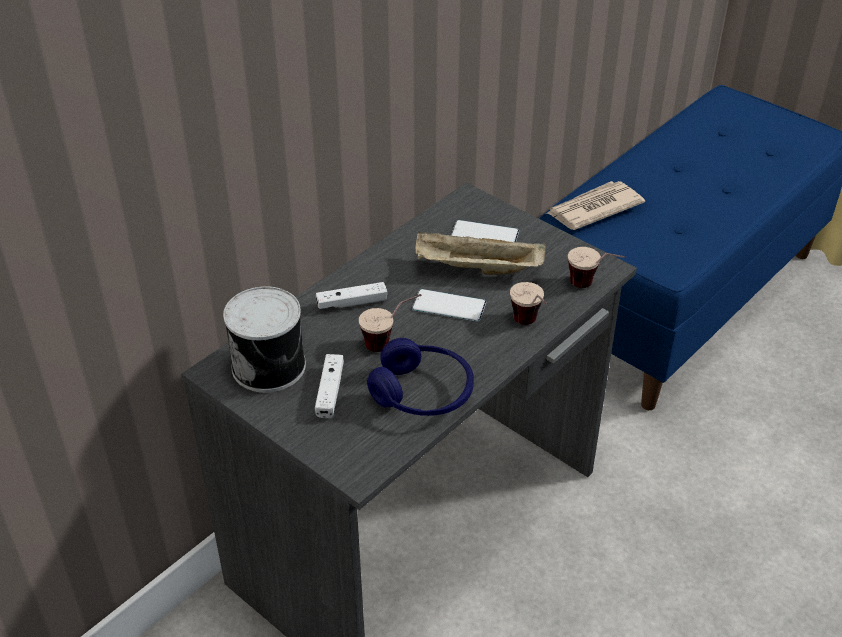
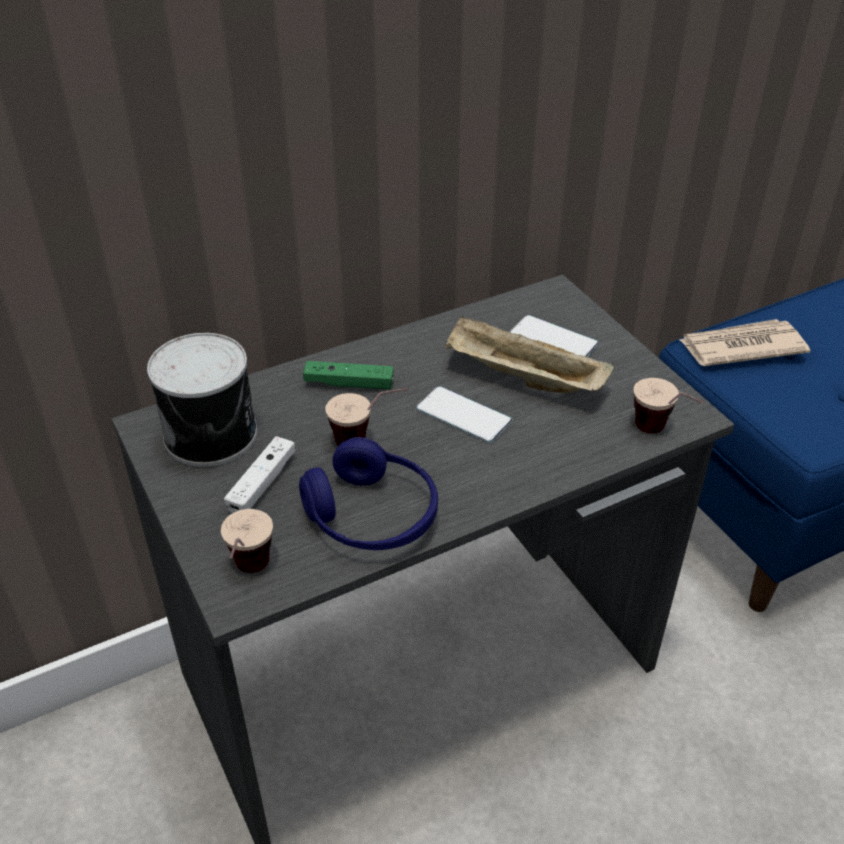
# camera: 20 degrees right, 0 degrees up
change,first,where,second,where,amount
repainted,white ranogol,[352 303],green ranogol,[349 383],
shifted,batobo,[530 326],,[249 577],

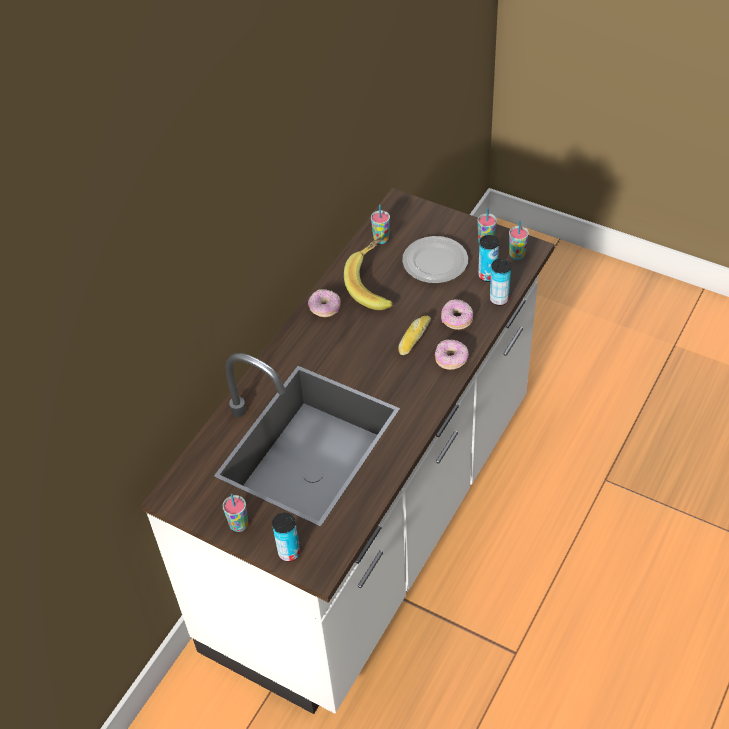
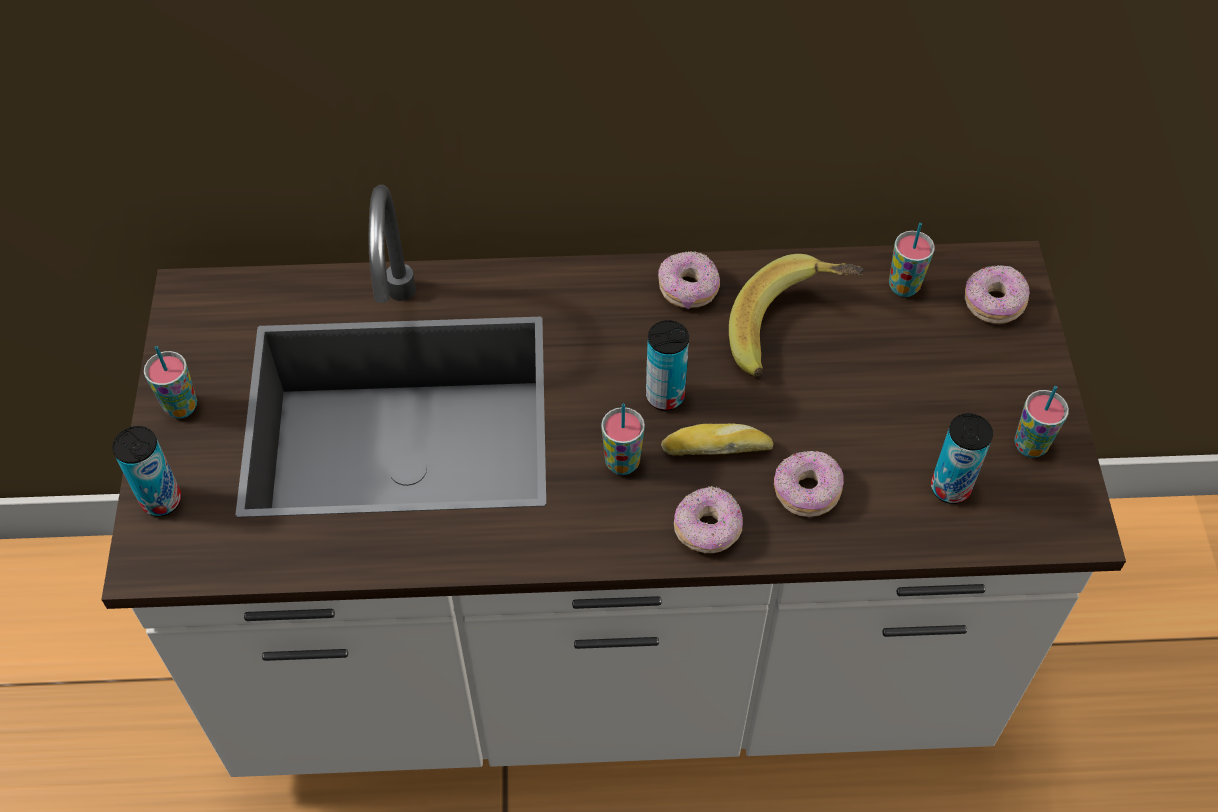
# camera: 55 degrees right, 5 degrees up
change,first,where,second,where,amount
gone,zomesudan,[435 262],,,
shifted,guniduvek,[499 299],,[665 396],
shifted,batobo,[517 255],,[622 463],
new,,,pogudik,[993 303],

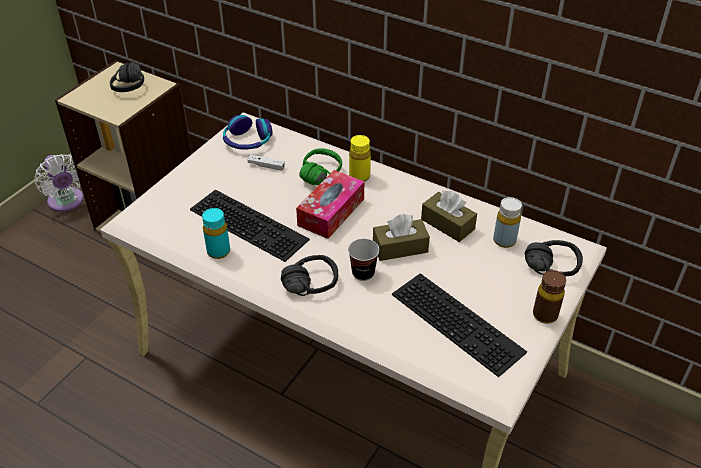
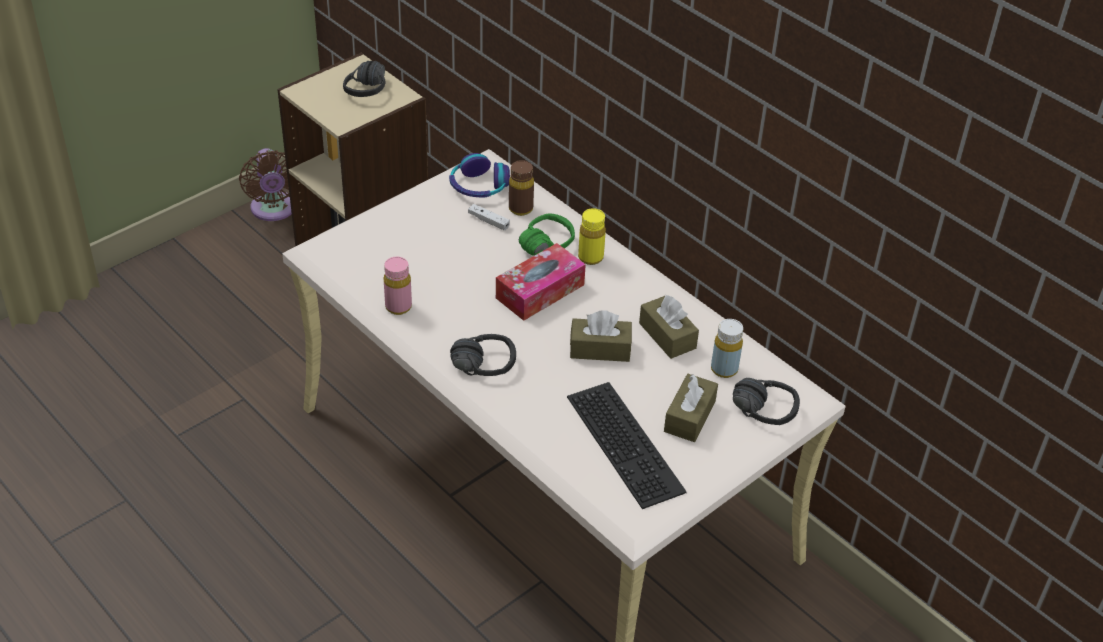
# camera: 15 degrees right, 0 degrees up
change,first,where,second,where,amount
repainted,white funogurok,[67 202],brown funogurok,[273 210],
gone,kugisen,[251 223],,,
repainted,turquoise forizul,[218 251],pink forizul,[398 307],
gone,batobo,[363 273],,,
shifted,brown forizul,[545 315],,[520 209],
new,,,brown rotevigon,[689 416],

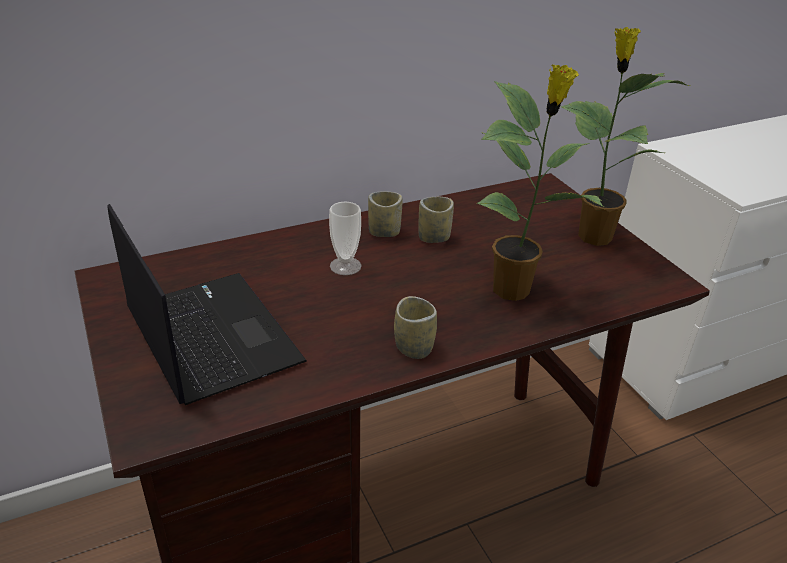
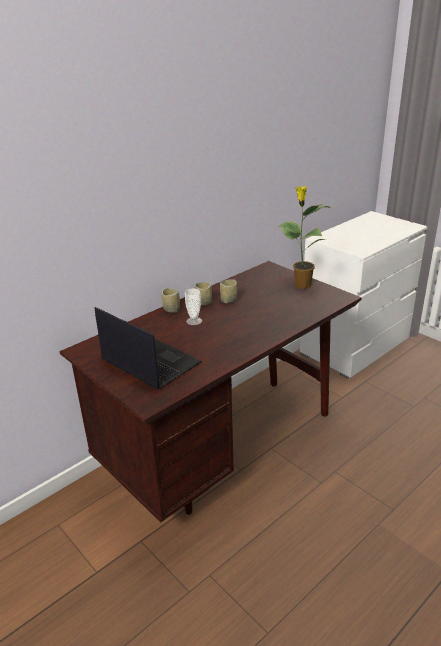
# camera: 15 degrees left, 5 degrees down
change,first,where,second,where,amount
shifted,batobo,[414 347],,[171 309],
gone,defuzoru,[514 290],,,

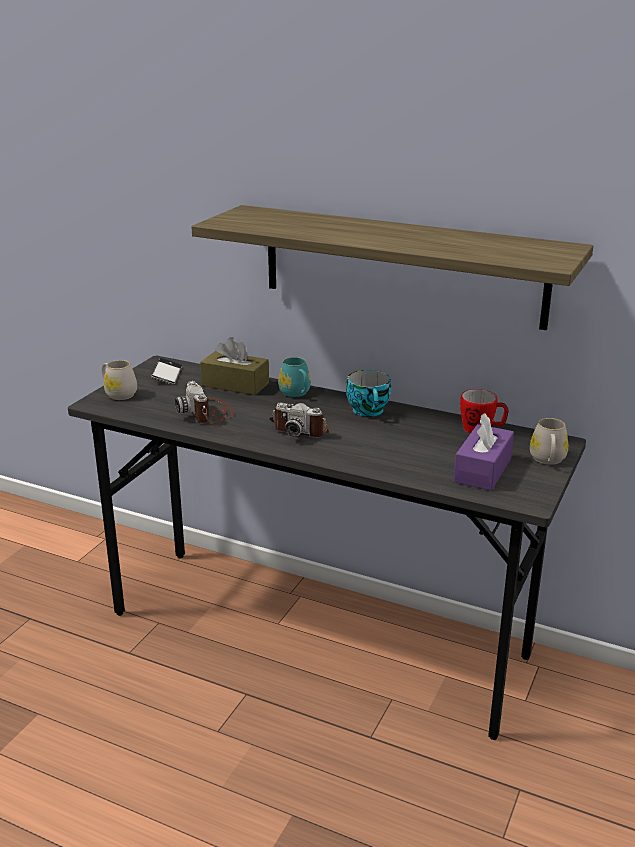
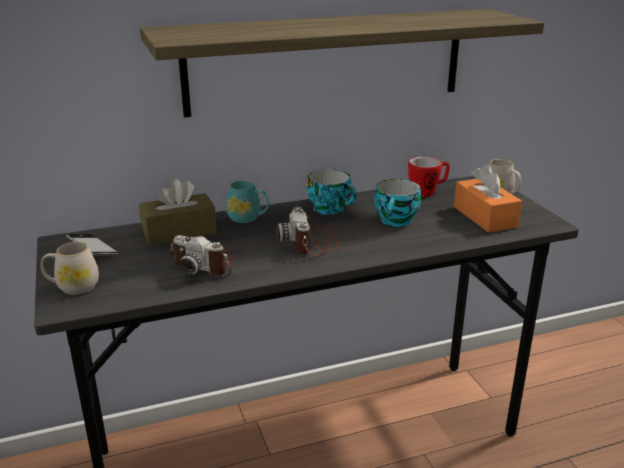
# camera: 45 degrees left, 0 degrees up
change,first,where,second,where,amount
rotated,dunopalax,[301 429],,[311 243],105 degrees clockwise
repainted,purple rotevigon,[482 470],orange rotevigon,[484 216],
new,,,batobo,[396 221],

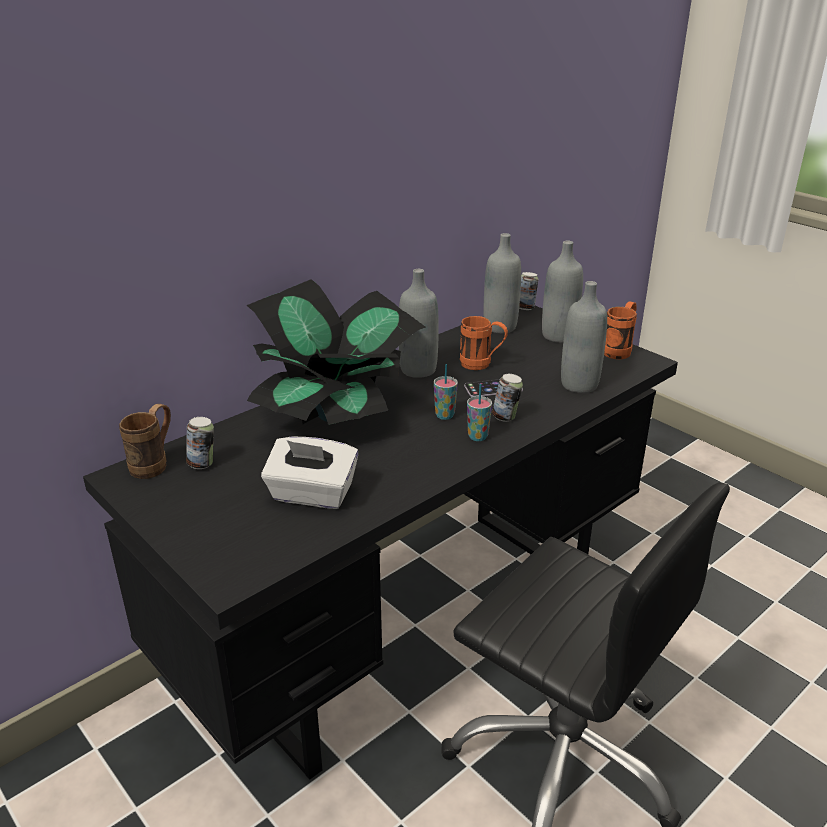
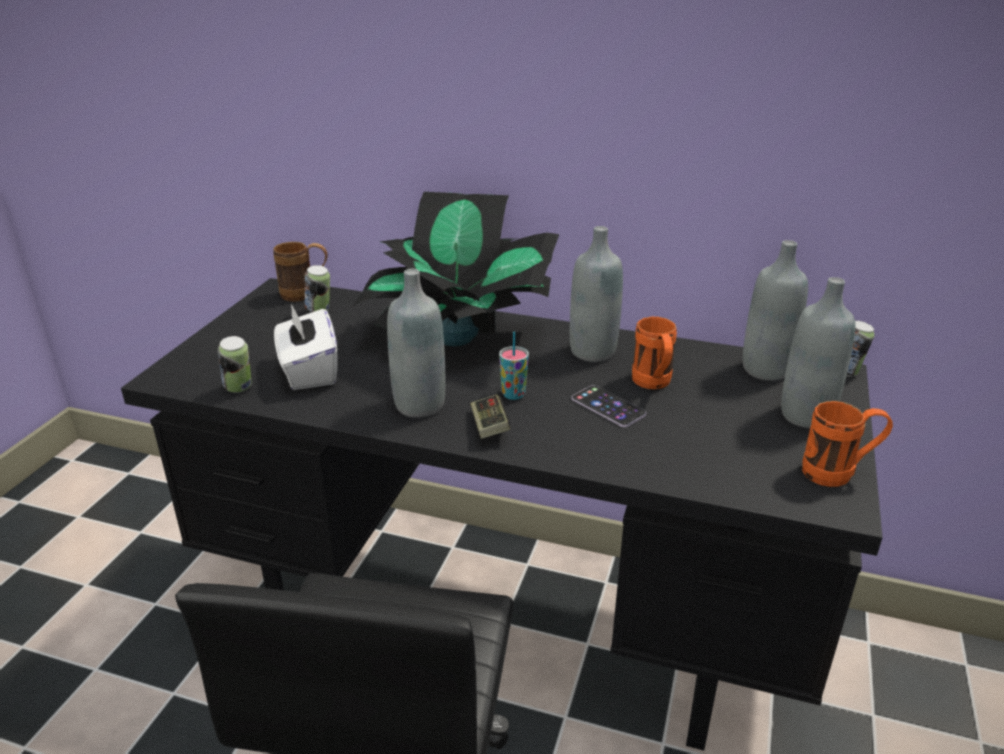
# camera: 60 degrees right, 0 degrees up
change,first,where,second,where,amount
swapped,batobo,[477 437],ranogol,[489 426],
shifted,guniduvek,[505 418],,[239 389],
shifted,grey forizul,[579 384],,[419 405],

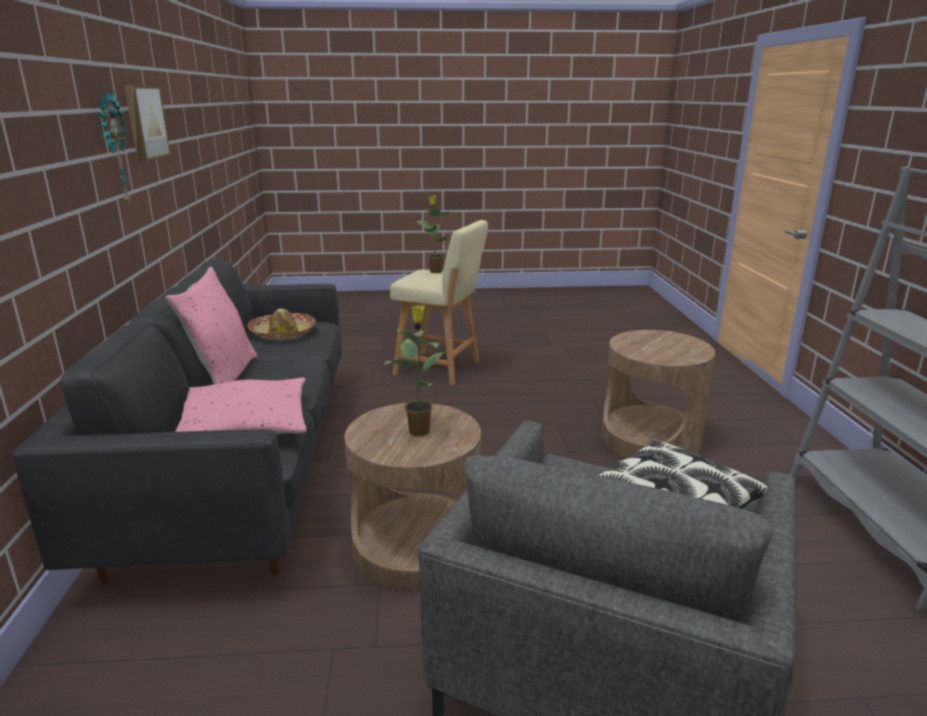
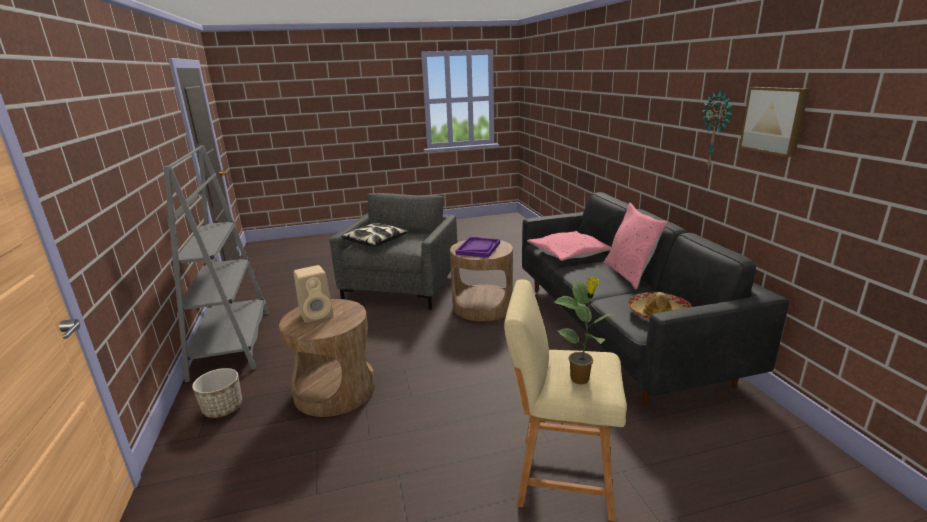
# camera: 170 degrees right, 0 degrees up
change,first,where,second,where,amount
swapped,defuzoru,[419 430],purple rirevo,[478 248],
new,,,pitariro,[223 408],
new,,,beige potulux,[317 314],

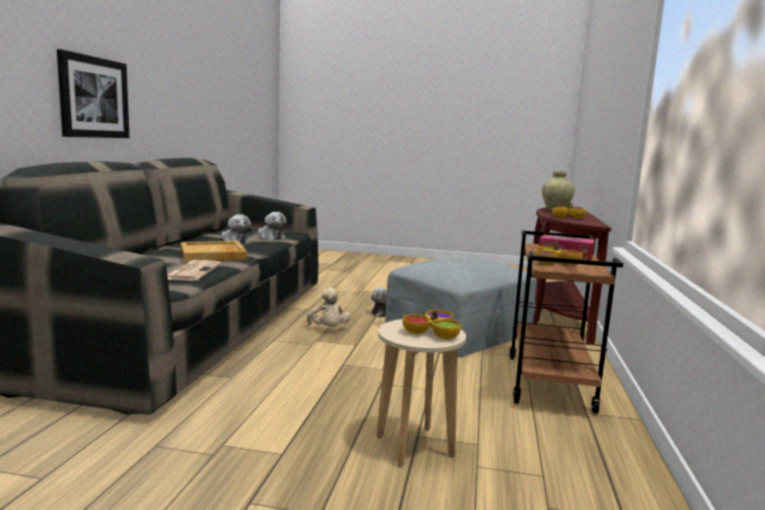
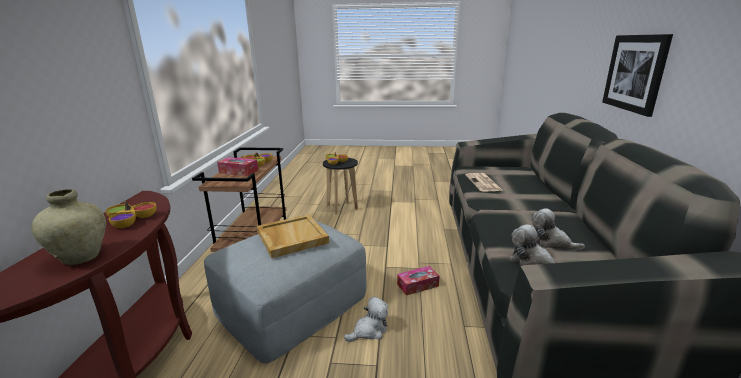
# camera: 175 degrees right, 10 degrees up
change,first,where,second,where,amount
shifted,beige rirevo,[213 254],,[291 237],
swapped,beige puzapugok,[328 329],rotevigon,[417 285],
repainted,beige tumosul,[414 446],black tumosul,[342 208],

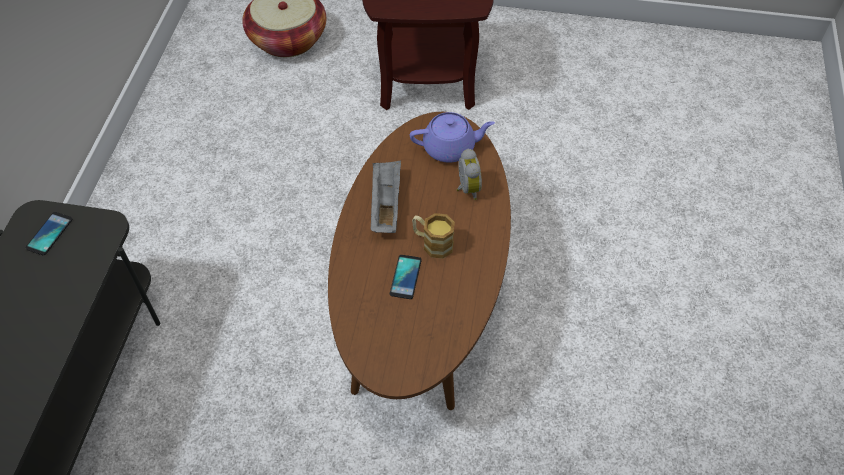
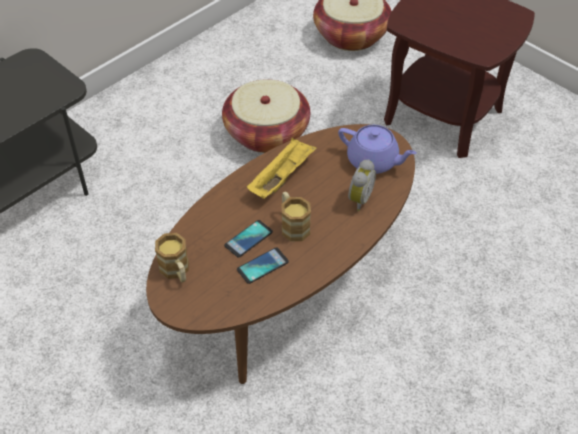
# camera: 35 degrees right, 5 degrees down
change,first,where,second,where,amount
shifted,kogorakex,[49 234],,[262 266],
repainted,grey rirevo,[385 204],yellow rirevo,[281 177],
new,,,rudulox,[176 271],
new,,,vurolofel,[266 133],

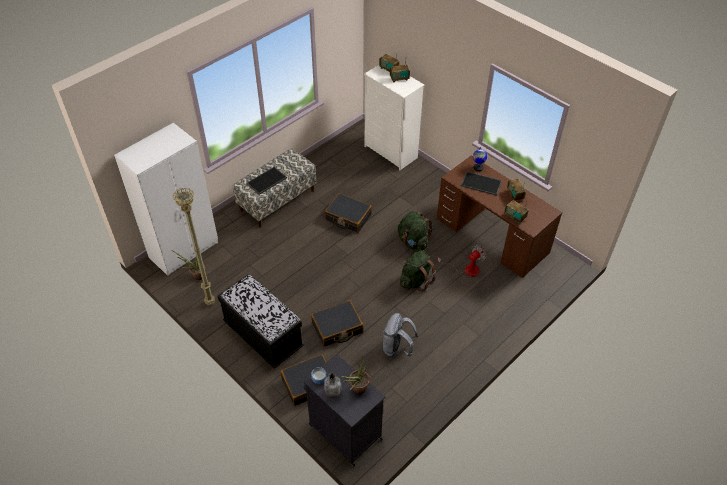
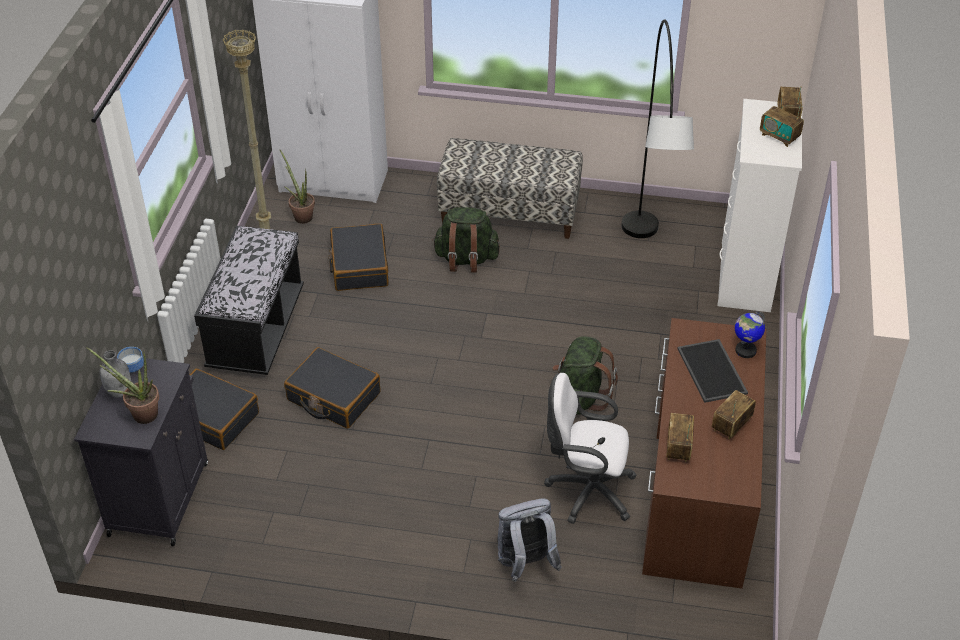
# camera: 55 degrees right, 5 degrees down
change,first,where,second,where,amount
gone,rirevo,[267 181],,,
shifted,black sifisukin,[348 217],,[359 266],
shifted,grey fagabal,[397 348],,[525 564],
shifted,green fagabal,[415 281],,[466 259],
swapped,funogurok,[466 270],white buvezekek,[586 490],
new,,,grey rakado,[644 273],

